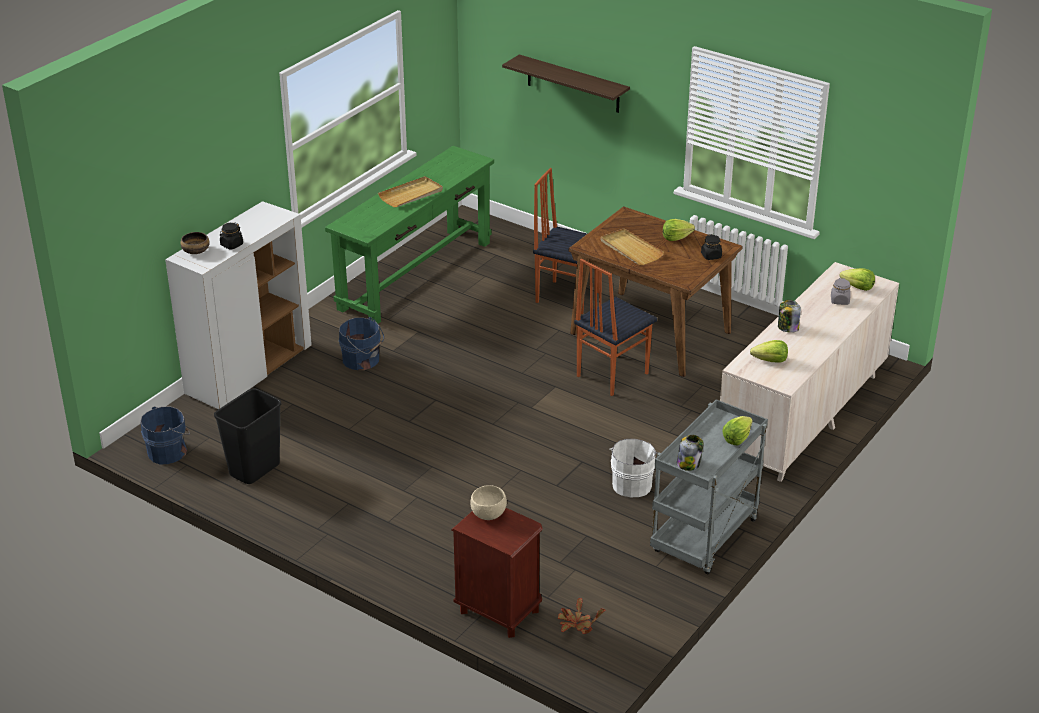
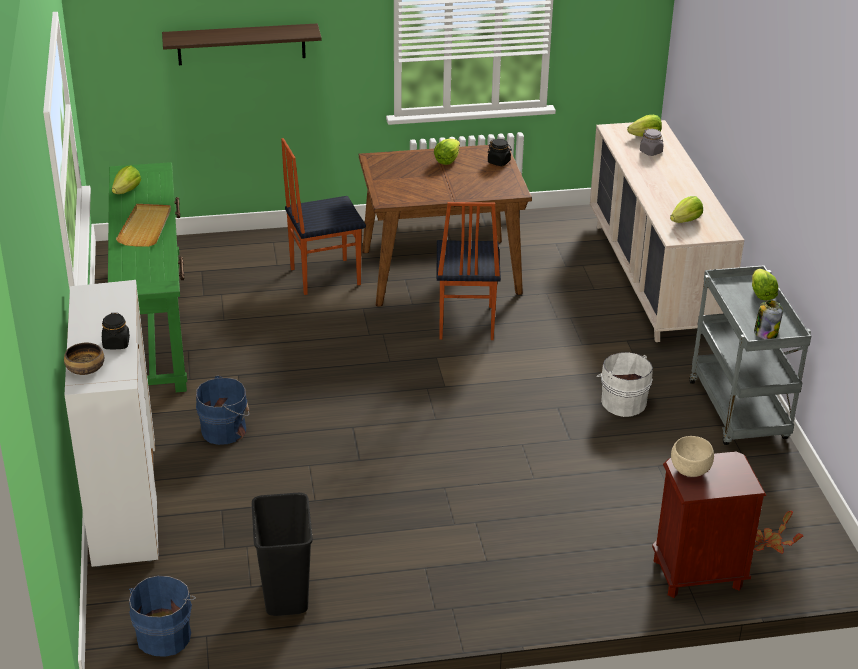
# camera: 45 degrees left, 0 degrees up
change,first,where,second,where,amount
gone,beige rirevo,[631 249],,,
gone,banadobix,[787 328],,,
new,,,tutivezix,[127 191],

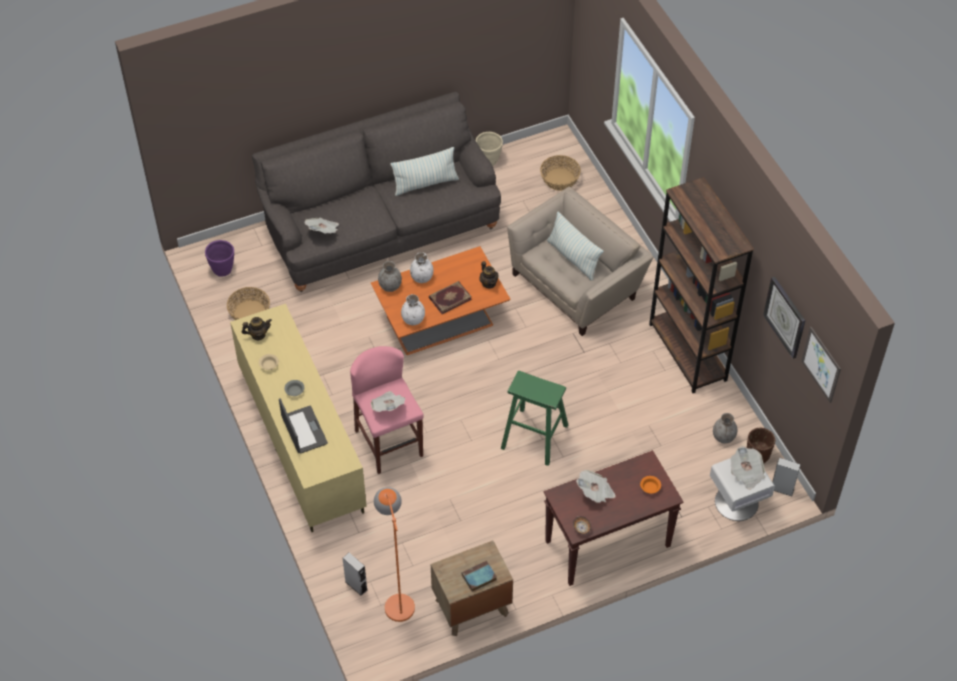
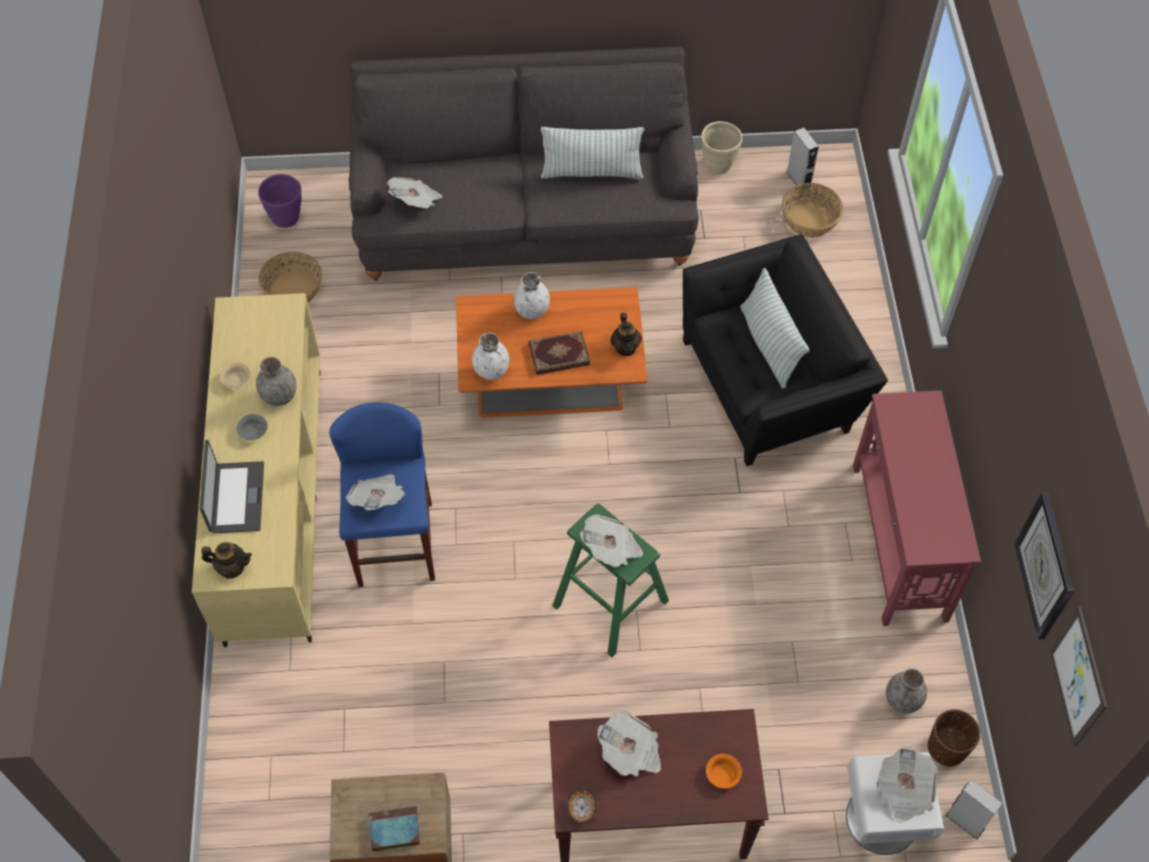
# camera: 20 degrees right, 5 degrees up
change,first,where,second,where,amount
shifted,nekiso,[258 335],,[232 567],
shifted,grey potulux,[356 585],,[798 179],
repainted,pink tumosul,[389 443],blue tumosul,[395 544],
gone,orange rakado,[397 598],,,
shifted,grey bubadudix,[390 286],,[279 396],
repainted,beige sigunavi,[577 284],black sigunavi,[771 384],
swapped,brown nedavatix,[688 352],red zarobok,[898 542],
new,,,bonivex,[611 549],

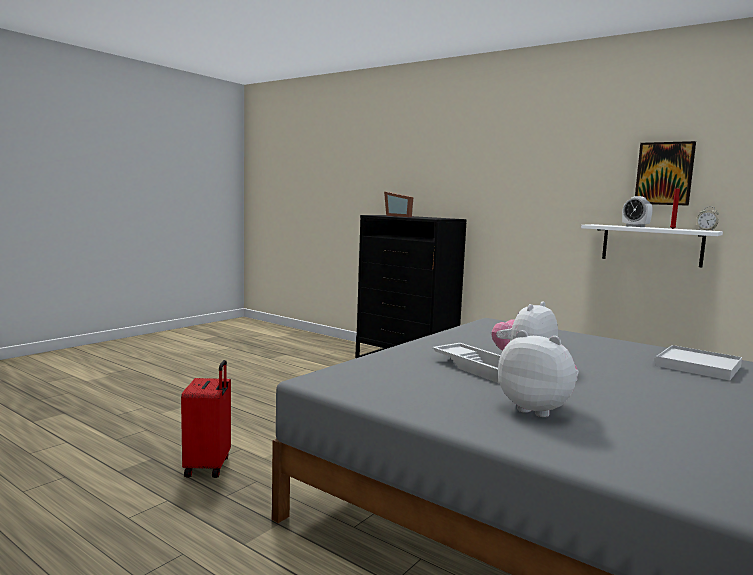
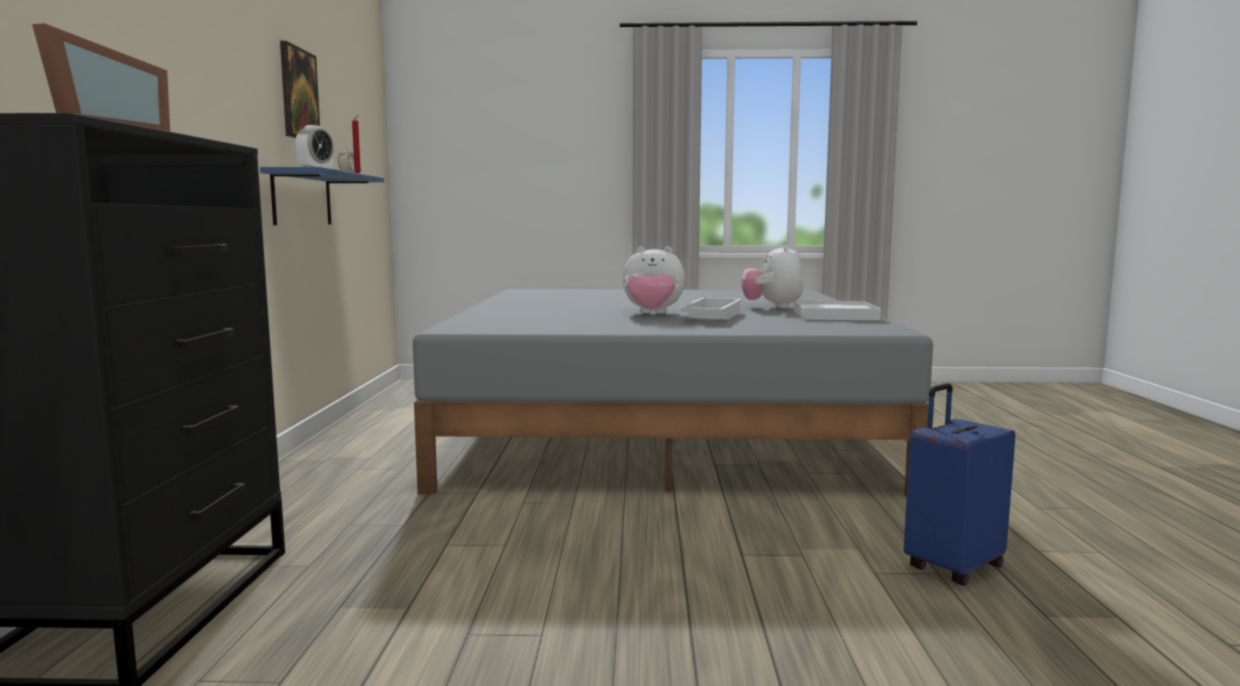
# camera: 125 degrees left, 0 degrees up
change,first,where,second,where,amount
repainted,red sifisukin,[209 466],blue sifisukin,[952 567],
repainted,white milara,[651 245],blue milara,[302 198],
shifted,white rirevo,[698 366],,[835 315],

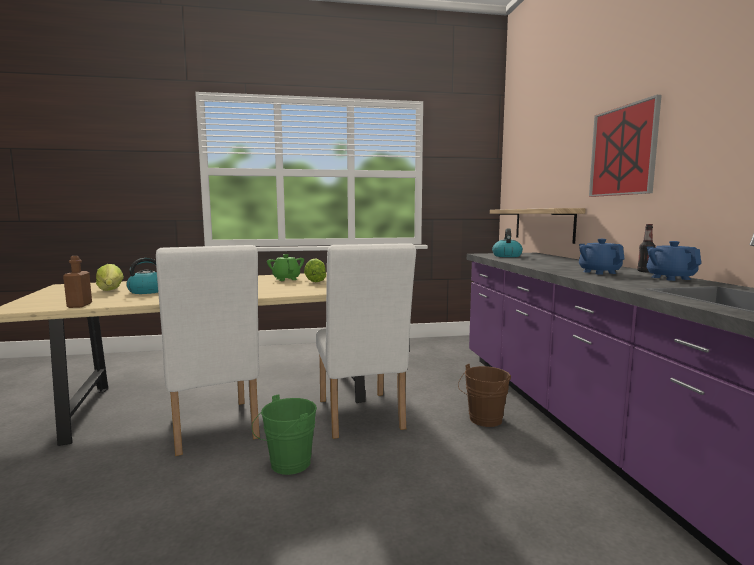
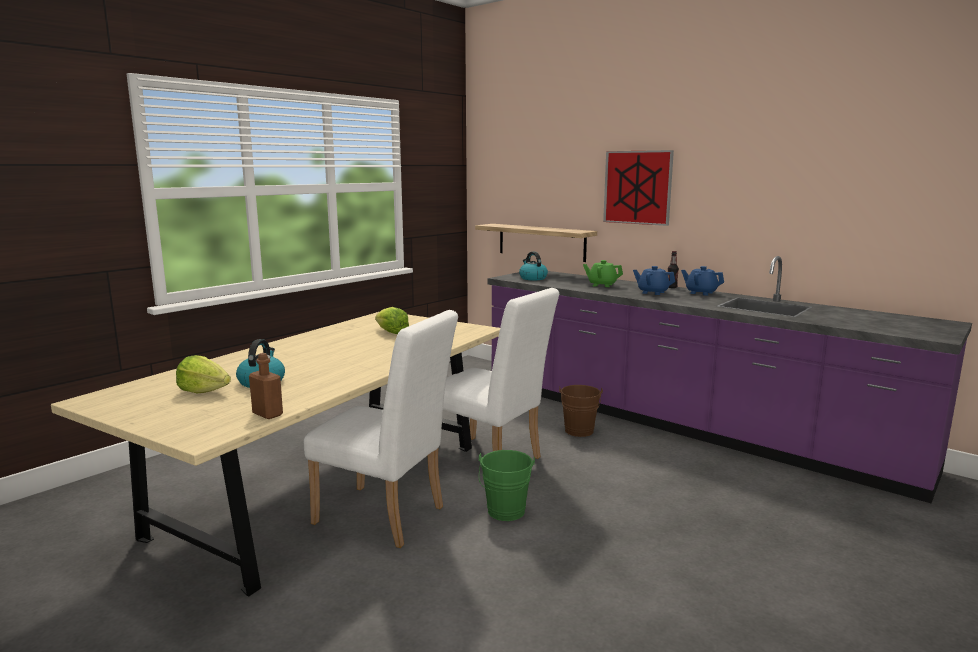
# camera: 40 degrees left, 5 degrees up
change,first,where,second,where,amount
shifted,green nekiso,[286 279],,[602 285],

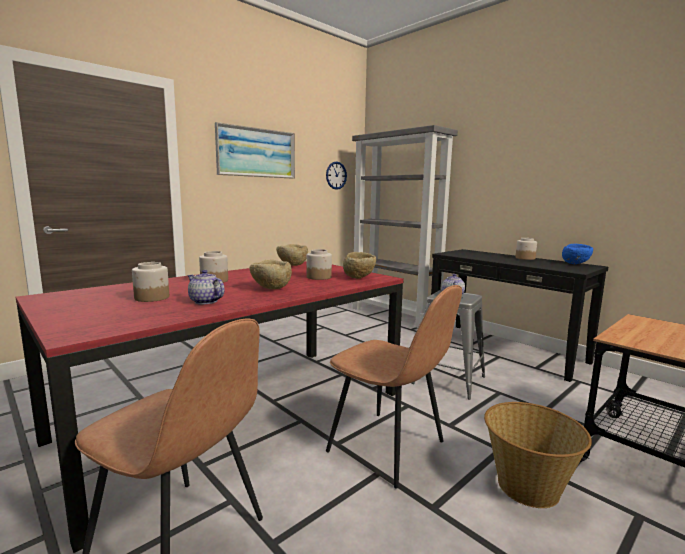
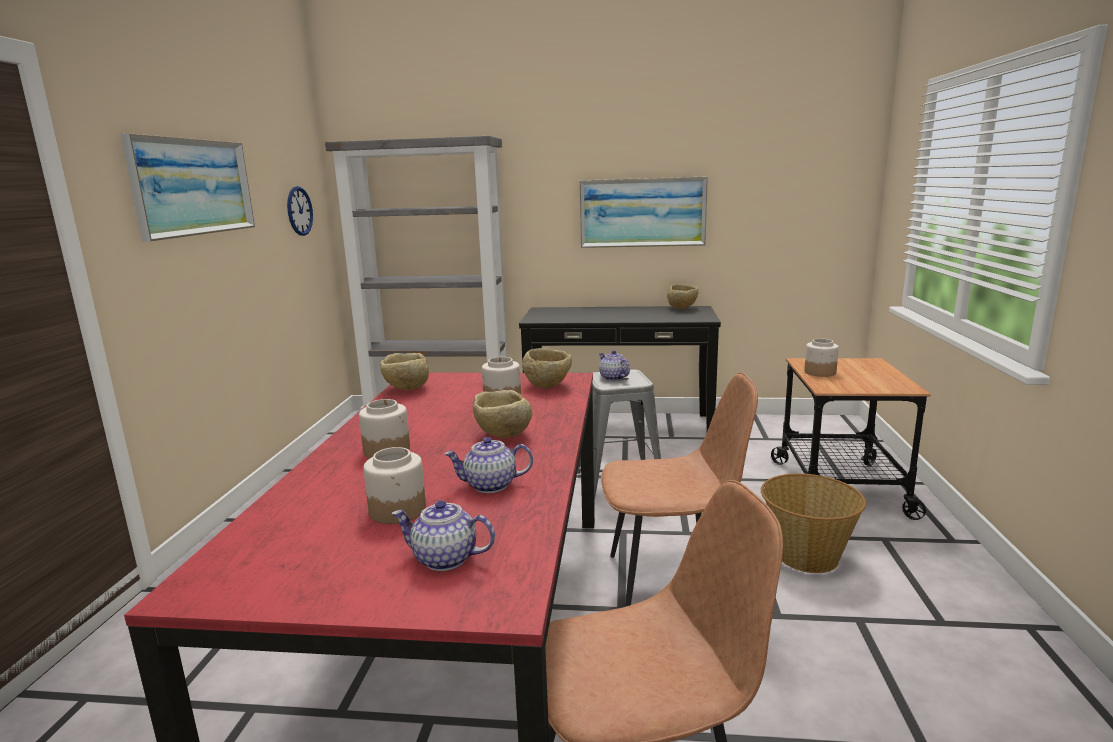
# camera: 40 degrees left, 5 degrees up
change,first,where,second,where,amount
shifted,banadobix,[525 258],,[819 372],
repainted,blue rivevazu,[575 264],beige rivevazu,[682 308],
new,,,nekiso,[444 559],
new,,,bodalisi,[642 212],

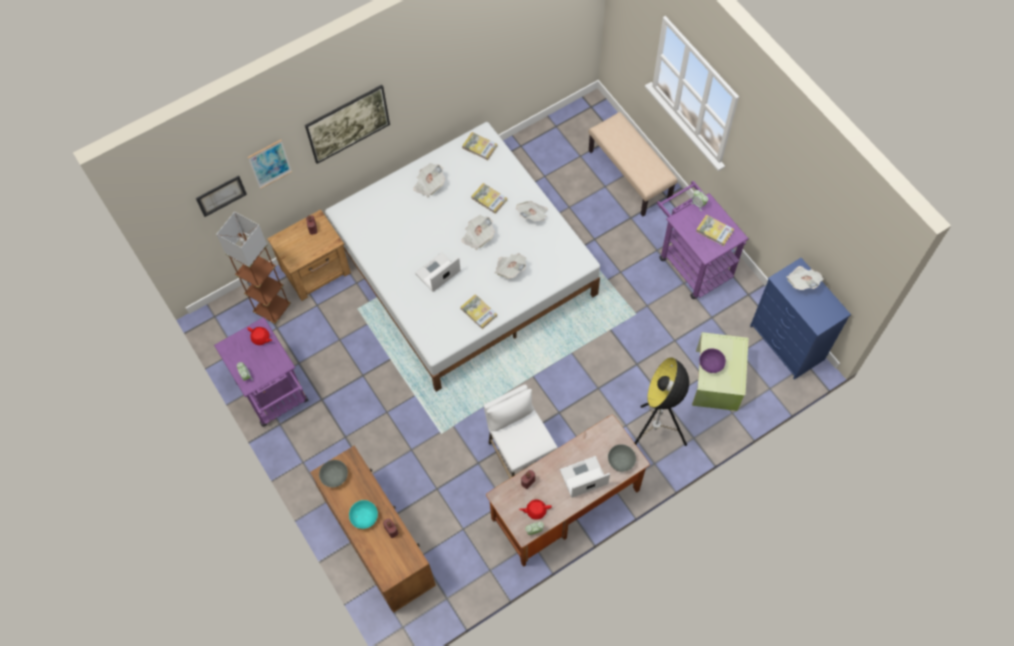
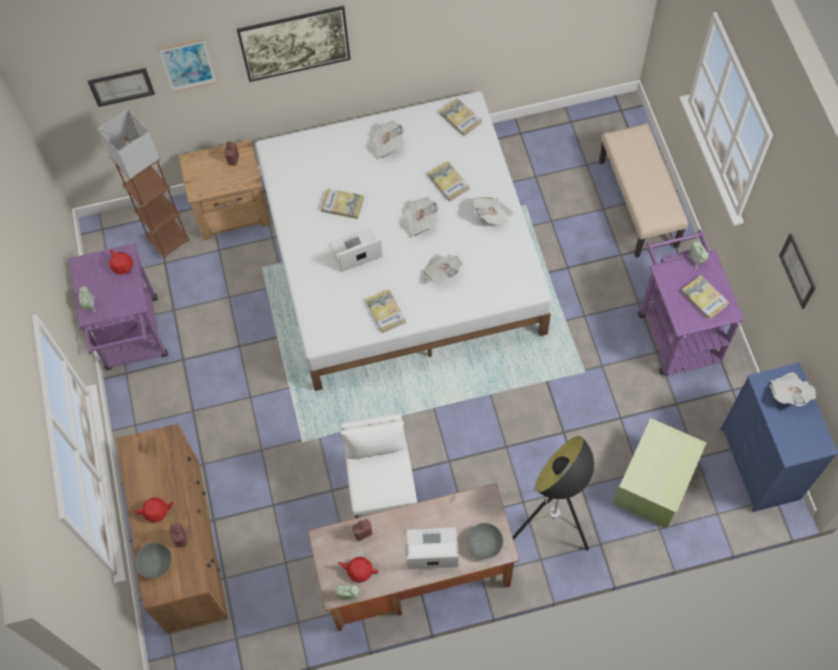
# camera: 20 degrees right, 0 degrees up
change,first,where,second,where,amount
shifted,grey rivevazu,[335 476],,[156 564],
swapped,turquoise rivevazu,[364 517],red nekiso,[156 511],
gone,purple rivevazu,[711 364],,,
new,,,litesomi,[342 205],
new,,,bodalisi,[798 271],

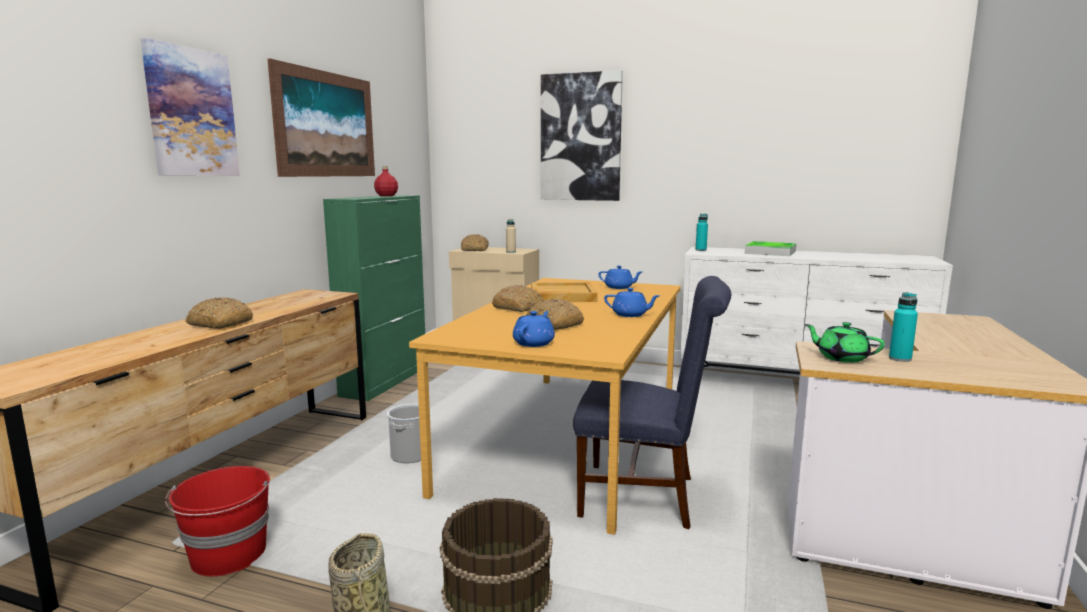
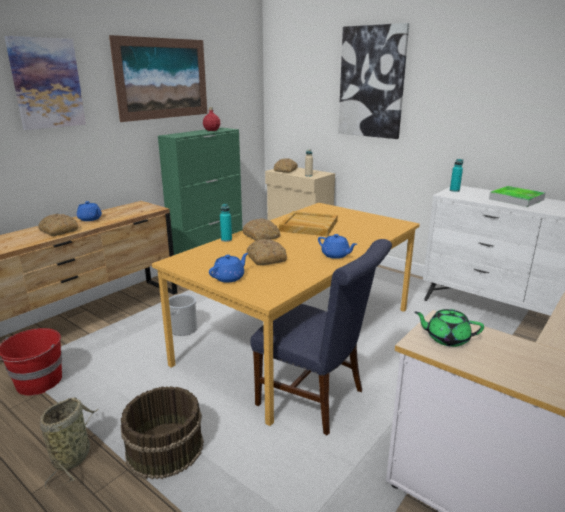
# camera: 20 degrees right, 10 degrees up
change,first,where,second,where,amount
shifted,blue nekiso,[619 287],,[90 219],
rotated,green nekiso,[841 358],,[446 338],45 degrees counterclockwise
shifted,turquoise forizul,[900 359],,[226 240],

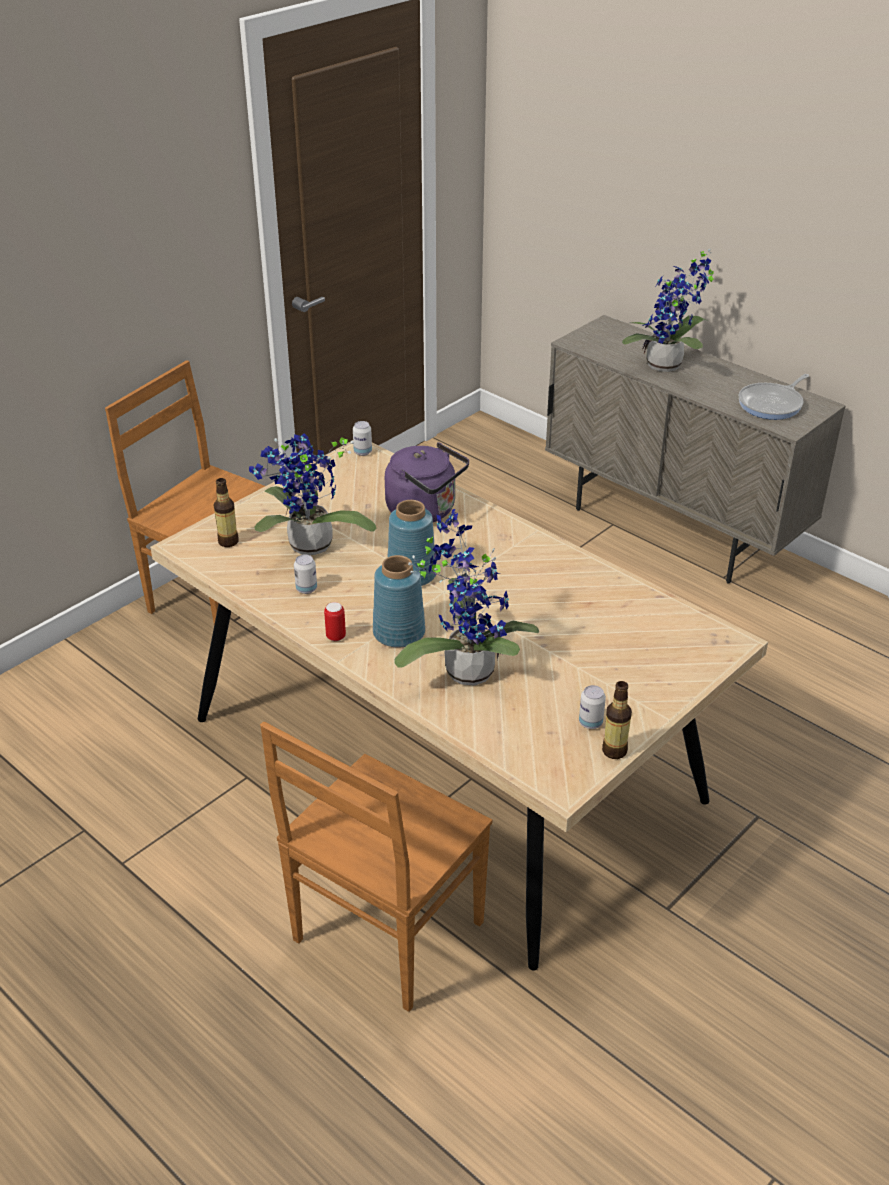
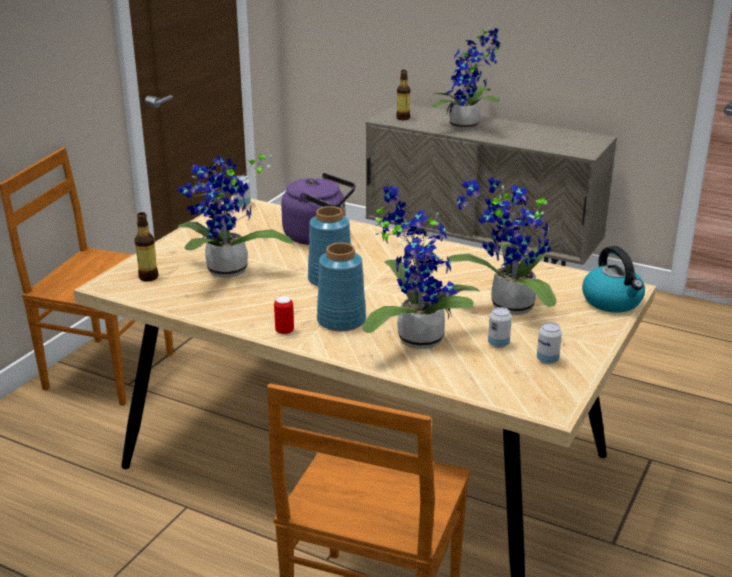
# camera: 15 degrees left, 10 degrees down
change,first,where,second,where,amount
shifted,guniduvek,[306 589],,[498 344],
shifted,forizul,[614 751],,[403 118],
gone,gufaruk,[772 404],,,
new,,,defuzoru,[507 307],
new,,,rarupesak,[613 301],

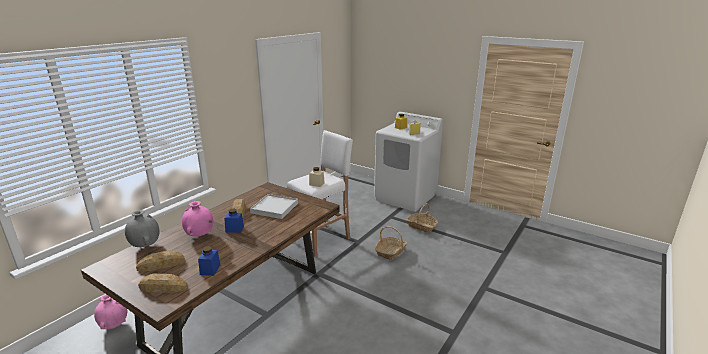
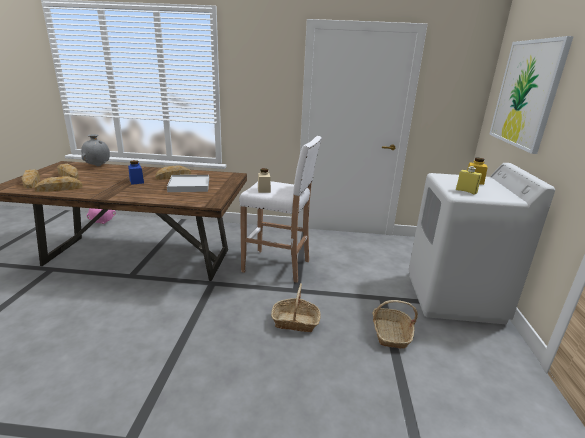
# camera: 60 degrees right, 0 degrees up
change,first,where,second,where,amount
gone,pink bubadudix,[200 236],,,
swapped,blue banadobix,[210 270],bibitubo,[59 188],
new,,,bodalisi,[526 94],

